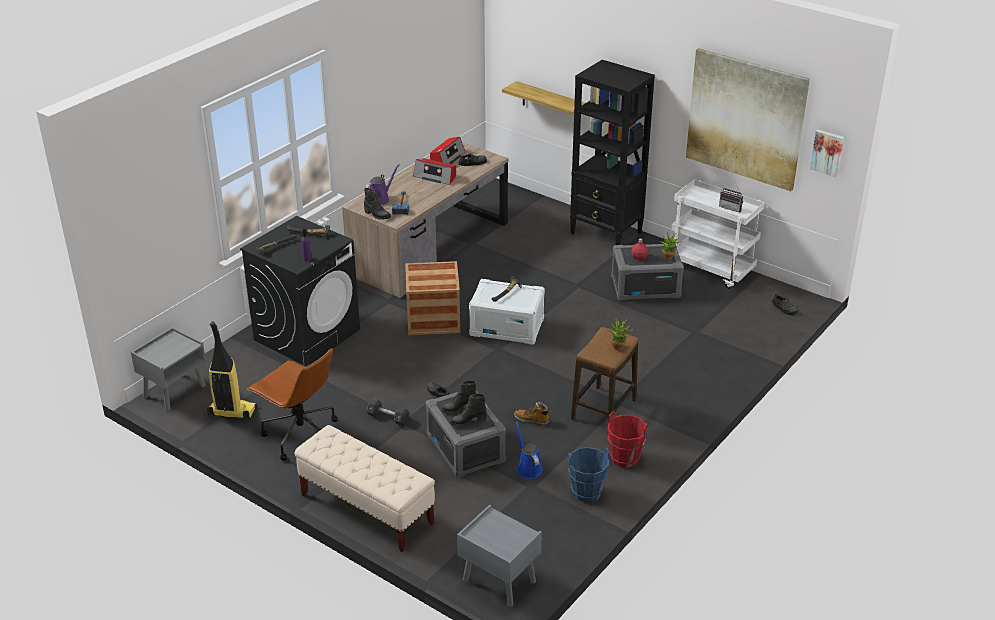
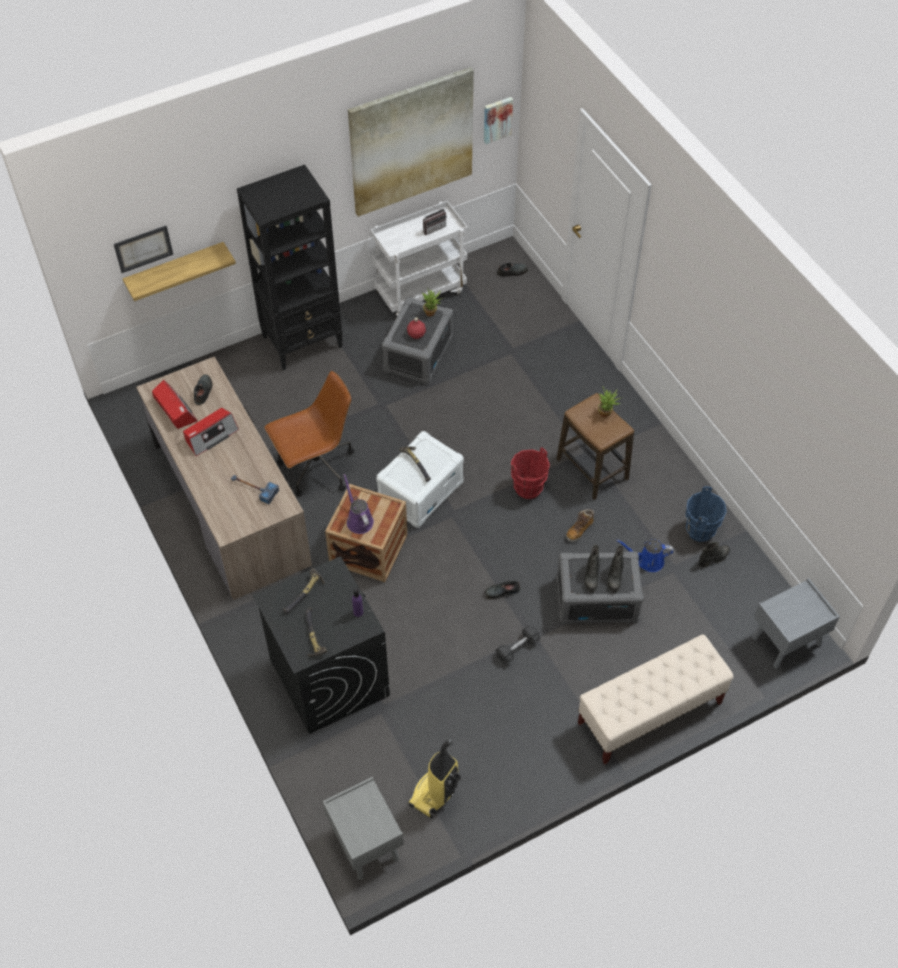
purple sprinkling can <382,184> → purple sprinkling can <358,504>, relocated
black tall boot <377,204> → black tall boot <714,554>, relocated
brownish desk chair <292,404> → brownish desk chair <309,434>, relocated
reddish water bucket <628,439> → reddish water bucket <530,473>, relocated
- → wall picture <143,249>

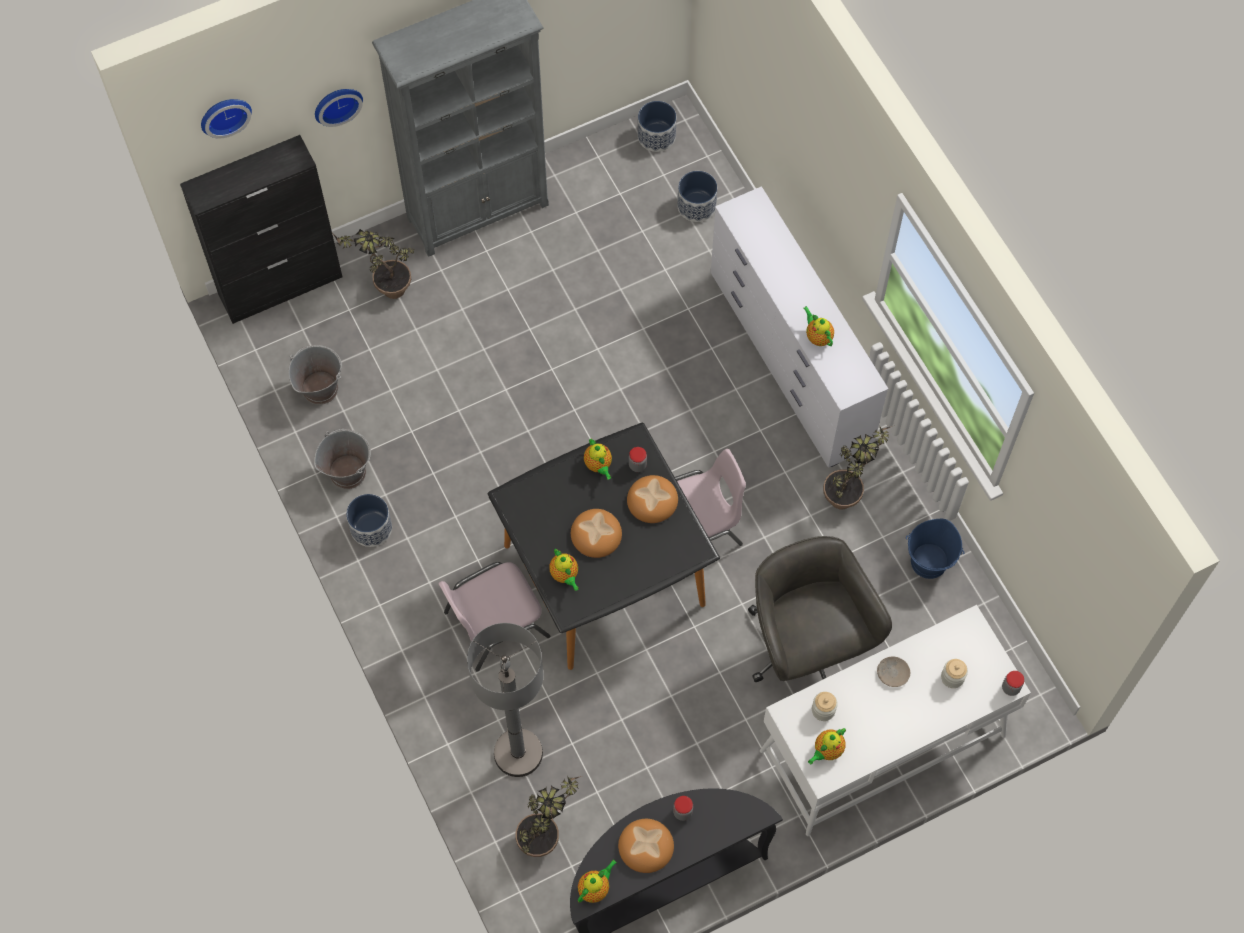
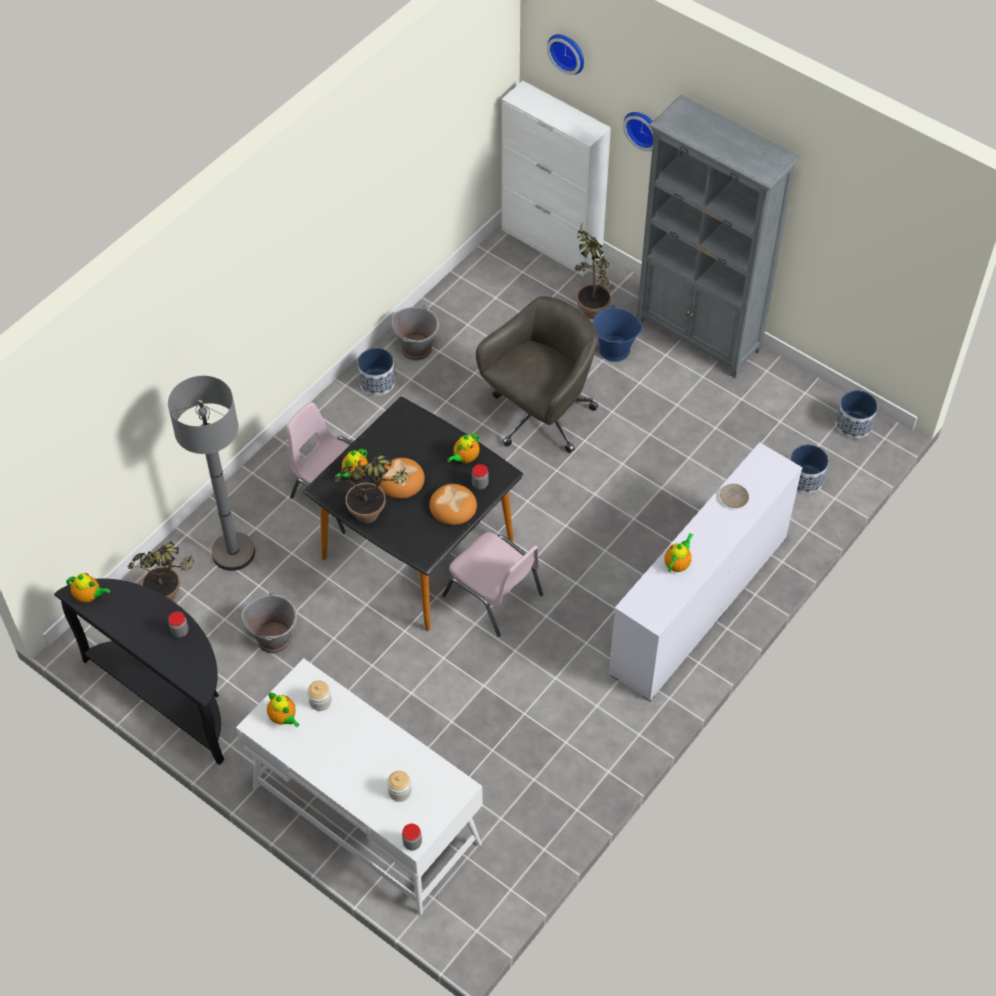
black storage cabinet <261,229> → whitish storage cabinet <556,178>
greyish water bucket <315,375> → greyish water bucket <269,623>, relocated
houseplant <857,467> → houseplant <372,488>, relocated
bluish water bucket <935,549> → bluish water bucket <618,333>, relocated
greyish desk chair <820,609> → greyish desk chair <537,374>, relocated
sand-coloured plate <893,671> → sand-coloured plate <734,496>, relocated
teapot <827,746> → teapot <283,709>, 150 degrees counterclockwise
bread <646,846> → -

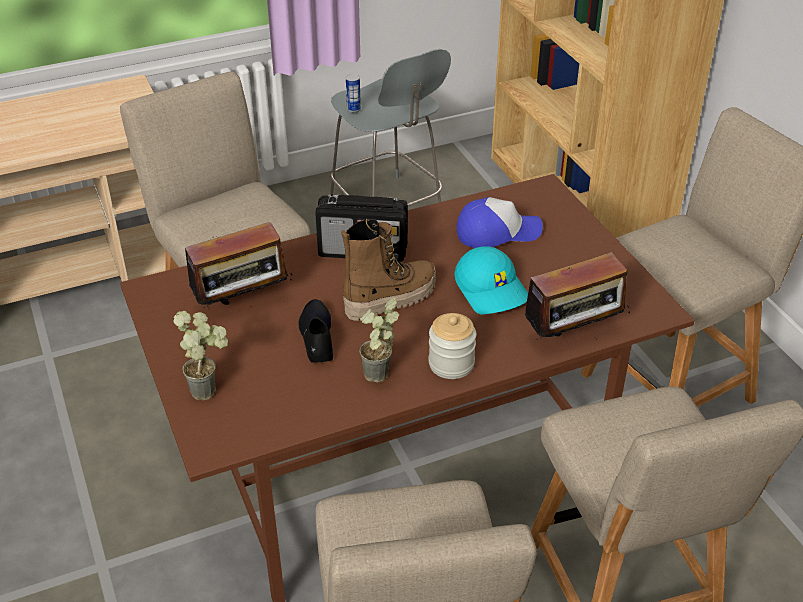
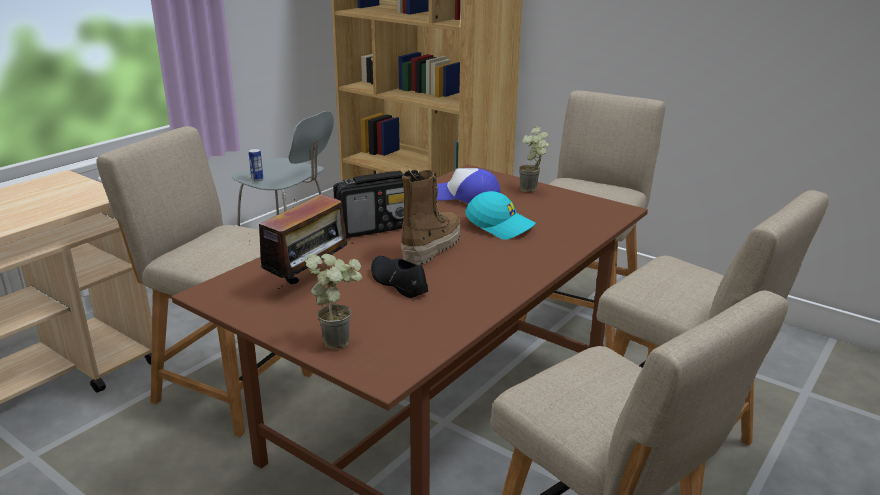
cap <500,222> → cap <469,186>, 120 degrees counterclockwise
radio set <577,296> → -
houseplant <379,340> → houseplant <533,159>, relocated
jar <452,346> → -

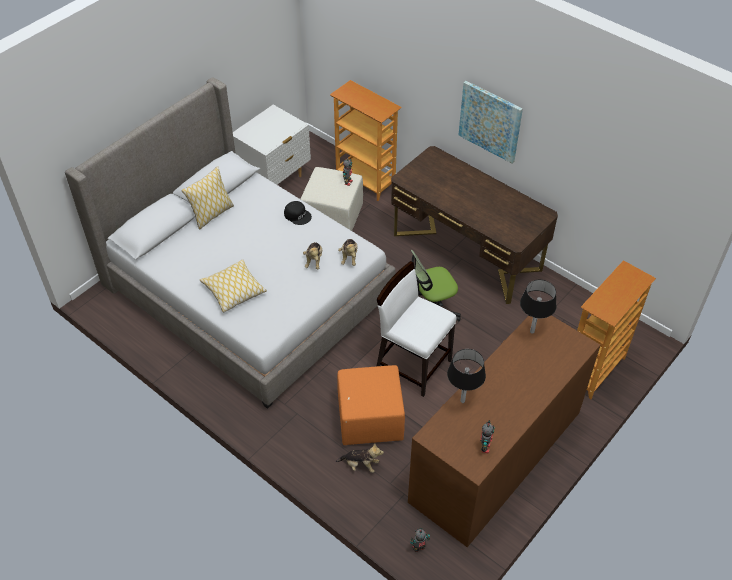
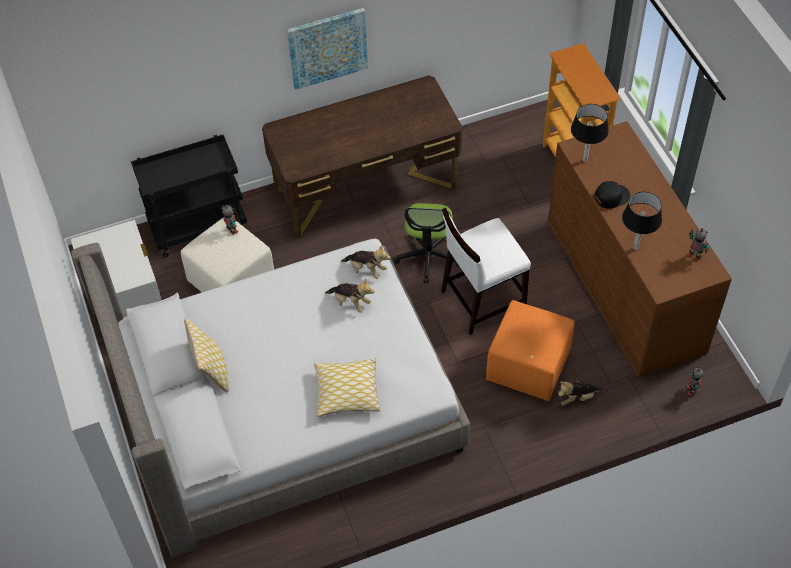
shelving unit <366,140> → black cart <189,196>
black cap <298,213> → black cap <612,195>, relocated
soft toy <360,458> → soft toy <580,393>, 150 degrees counterclockwise

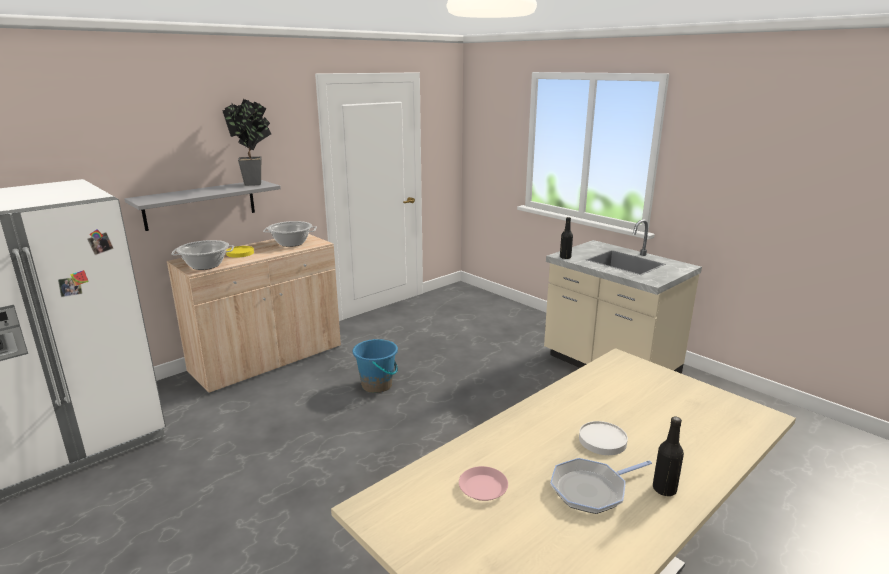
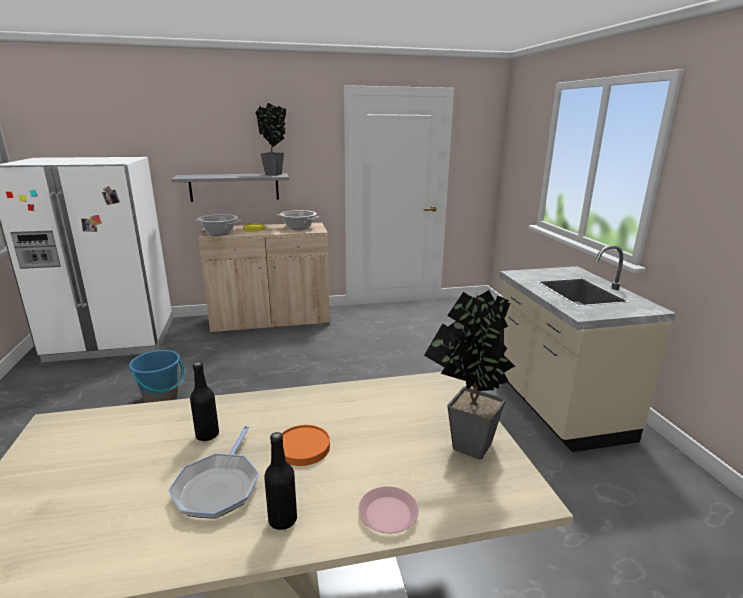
black beverage bottle <566,238> → black beverage bottle <204,401>, relocated
bluish water bucket <375,366> → bluish water bucket <156,376>, relocated
whitish plate <603,438> → orangey plate <306,445>
pan <601,486> → pan <213,472>, 90 degrees counterclockwise
pink plate <483,483> → pink plate <388,509>, relocated
- → houseplant <469,375>

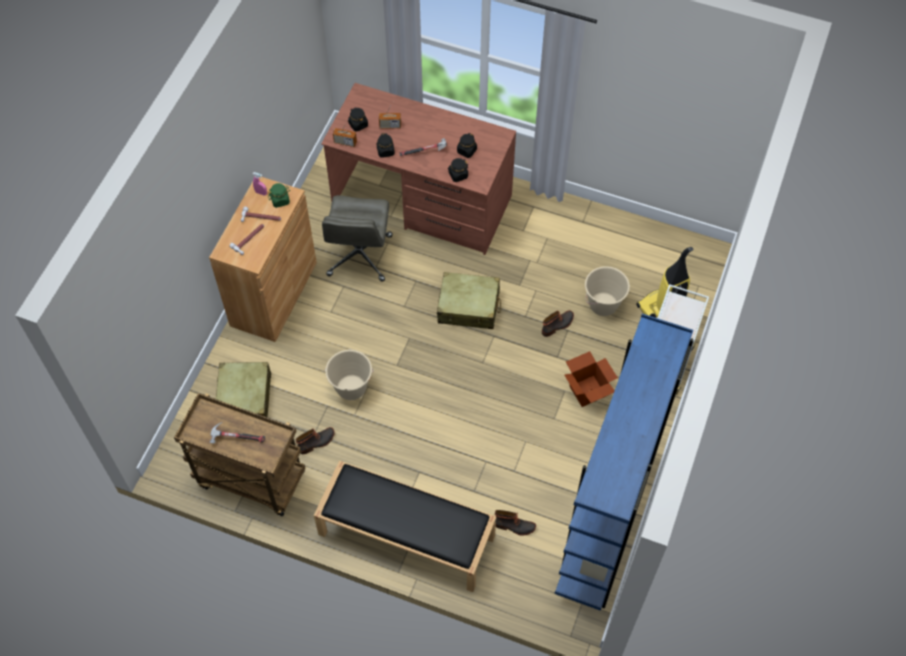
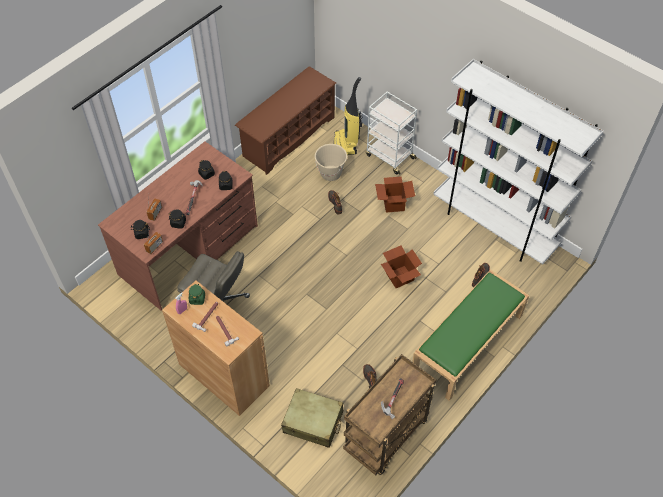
sand-coloured suitcase <469,300> → -
bluish shelving unit <624,462> → whitish shelving unit <518,162>
sand-coloured water bucket <349,375> → -
black long seat <405,526> → greenish long seat <470,335>
- → brownish shoe rack <285,120>
- → packing box <401,267>

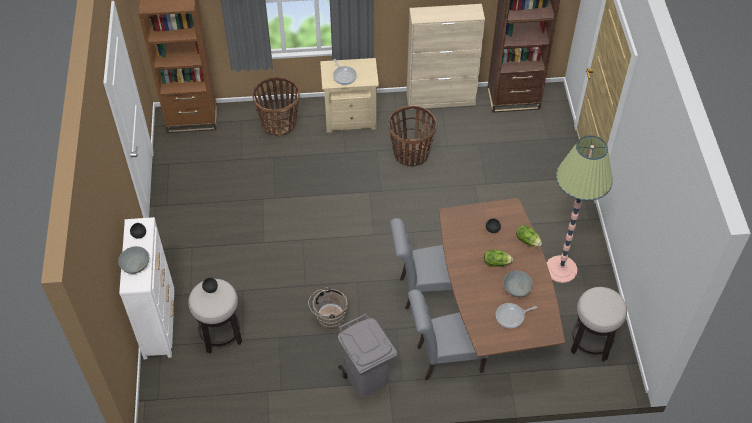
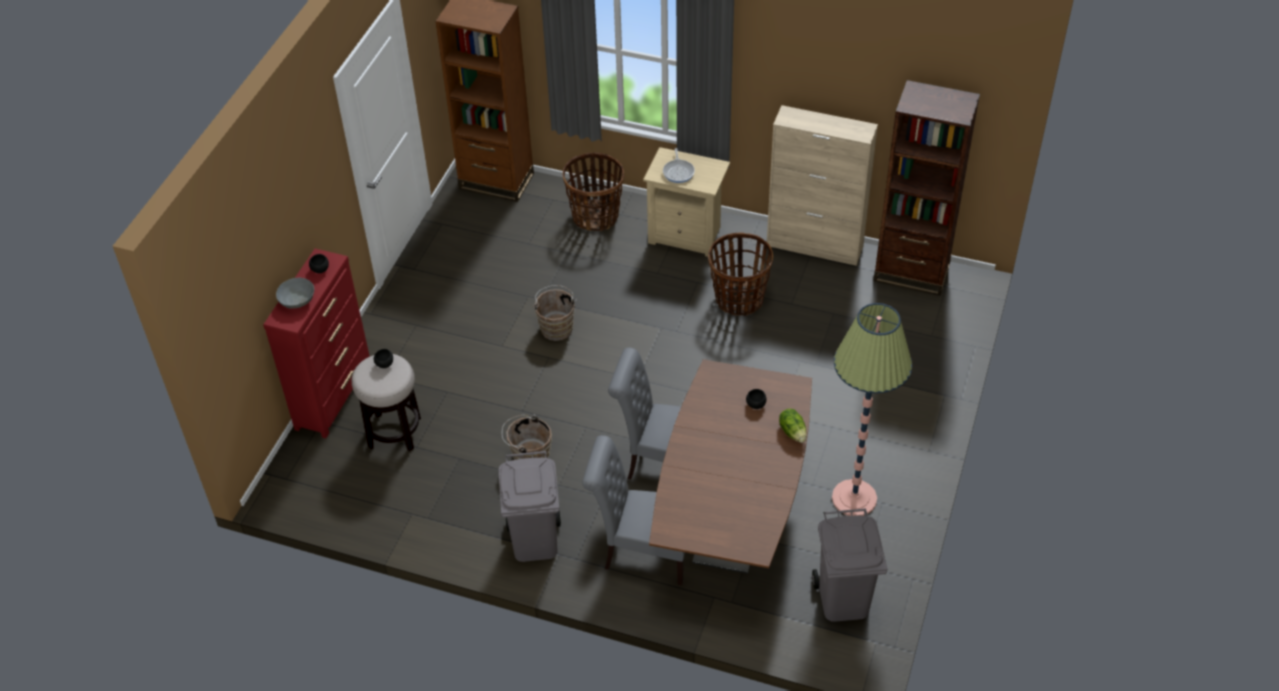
whitish dresser <146,288> → reddish dresser <316,343>
lettuce head <498,258> → -
greyish deep dish <518,284> → -
stool <599,324> → greyish waste bin <849,565>
pan <516,315> → -
- → brownish water bucket <555,313>

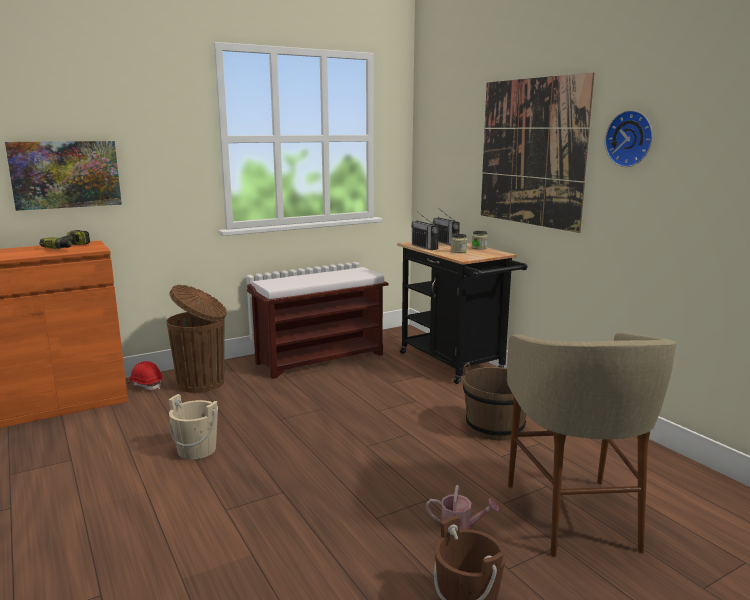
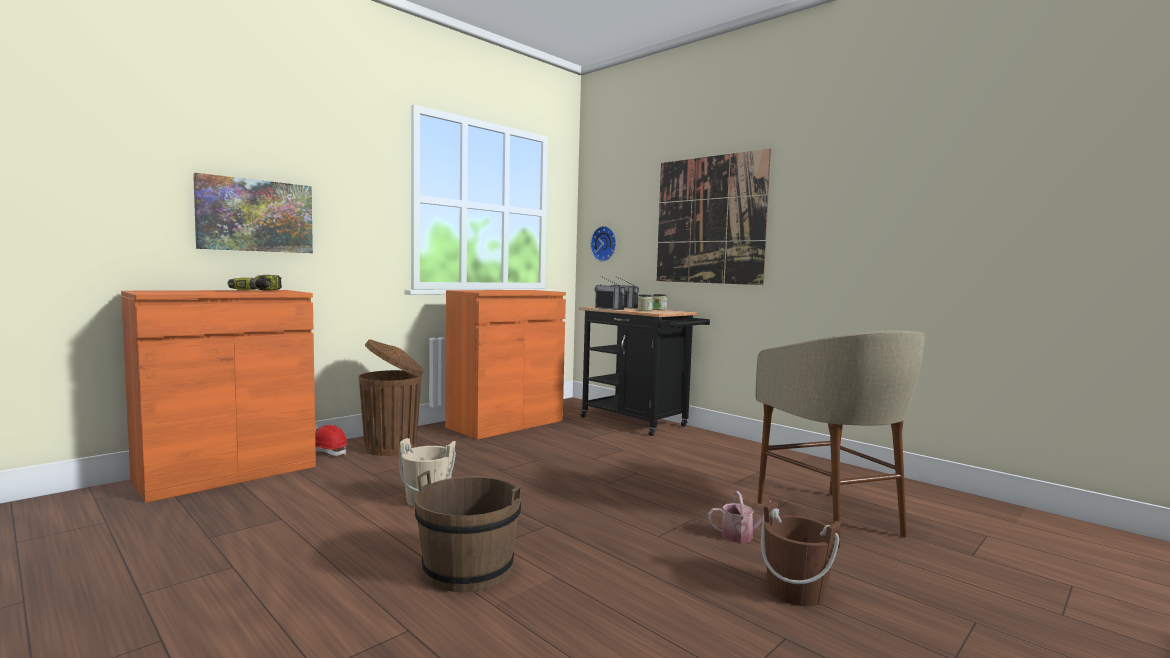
hanging clock <629,138> → hanging clock <603,243>, relocated
brownish long seat <318,323> → orangey storage cabinet <505,365>
brownish water bucket <494,401> → brownish water bucket <468,531>, relocated

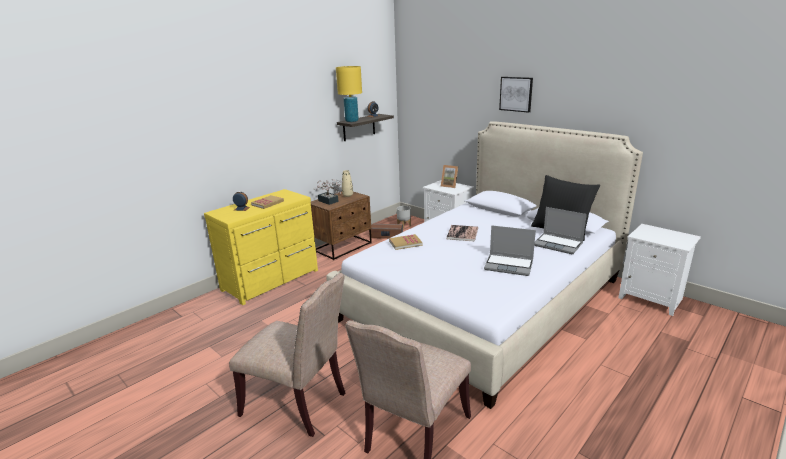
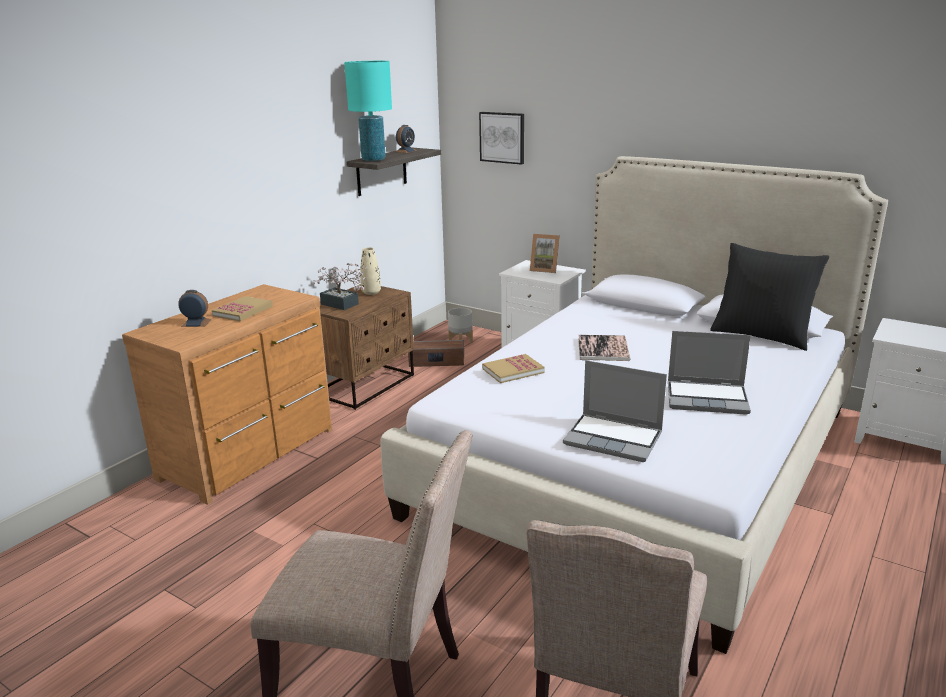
yellow-coloured table lamp <349,94> → blue-green table lamp <368,111>
wall picture <516,95> → wall picture <501,138>, relocated
yellow-coloured dresser <261,247> → brownish dresser <227,394>
laptop <560,230> → laptop <615,411>, relocated

